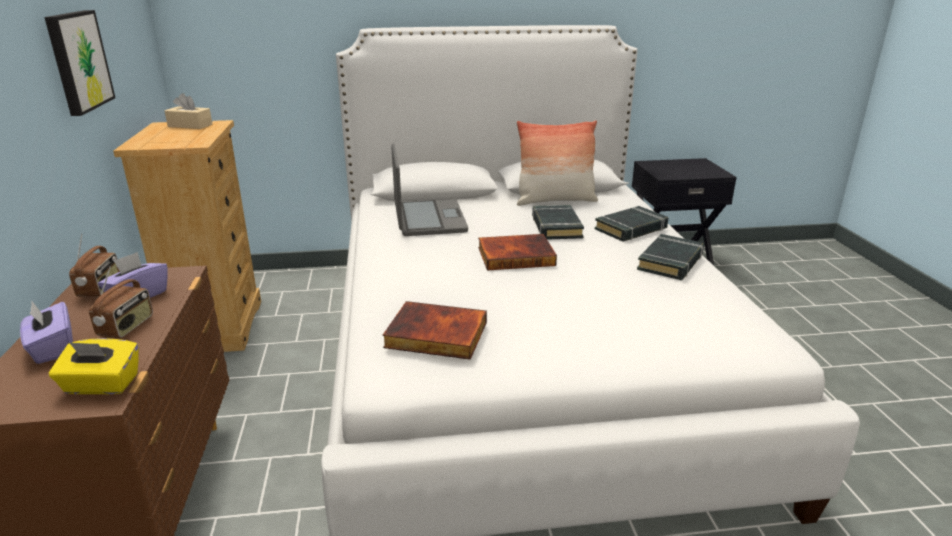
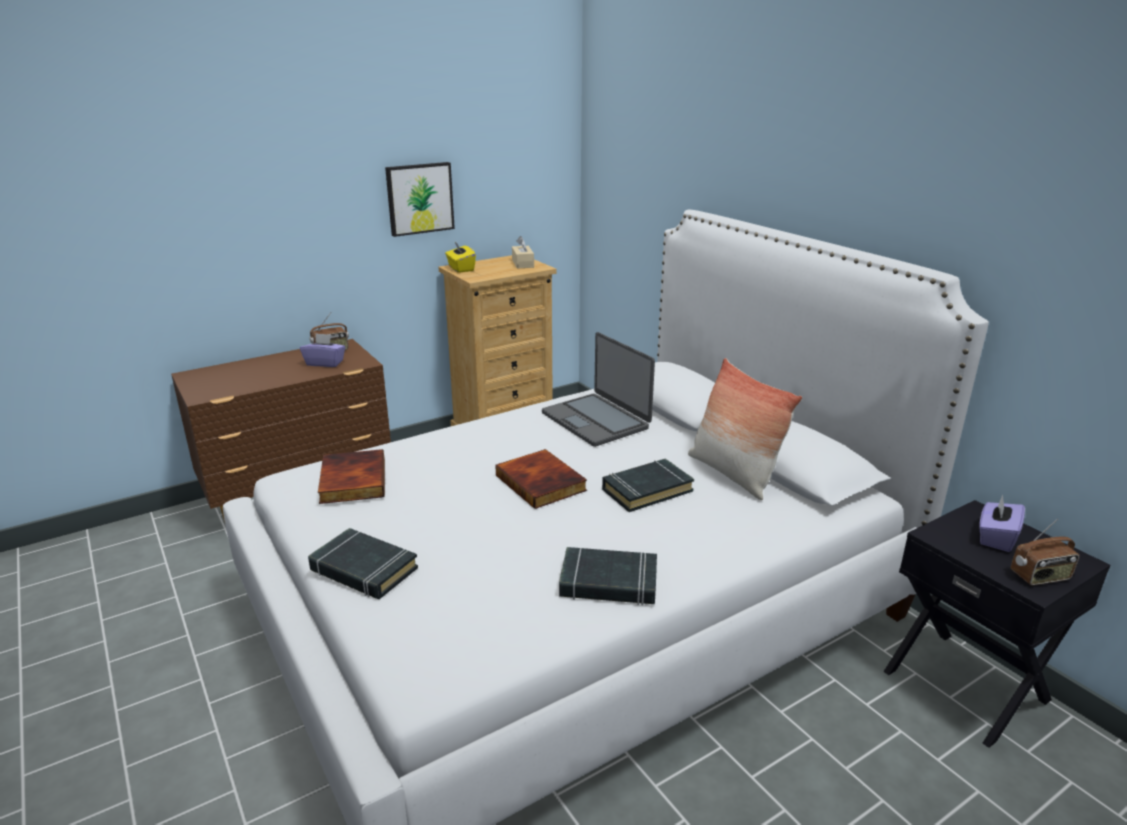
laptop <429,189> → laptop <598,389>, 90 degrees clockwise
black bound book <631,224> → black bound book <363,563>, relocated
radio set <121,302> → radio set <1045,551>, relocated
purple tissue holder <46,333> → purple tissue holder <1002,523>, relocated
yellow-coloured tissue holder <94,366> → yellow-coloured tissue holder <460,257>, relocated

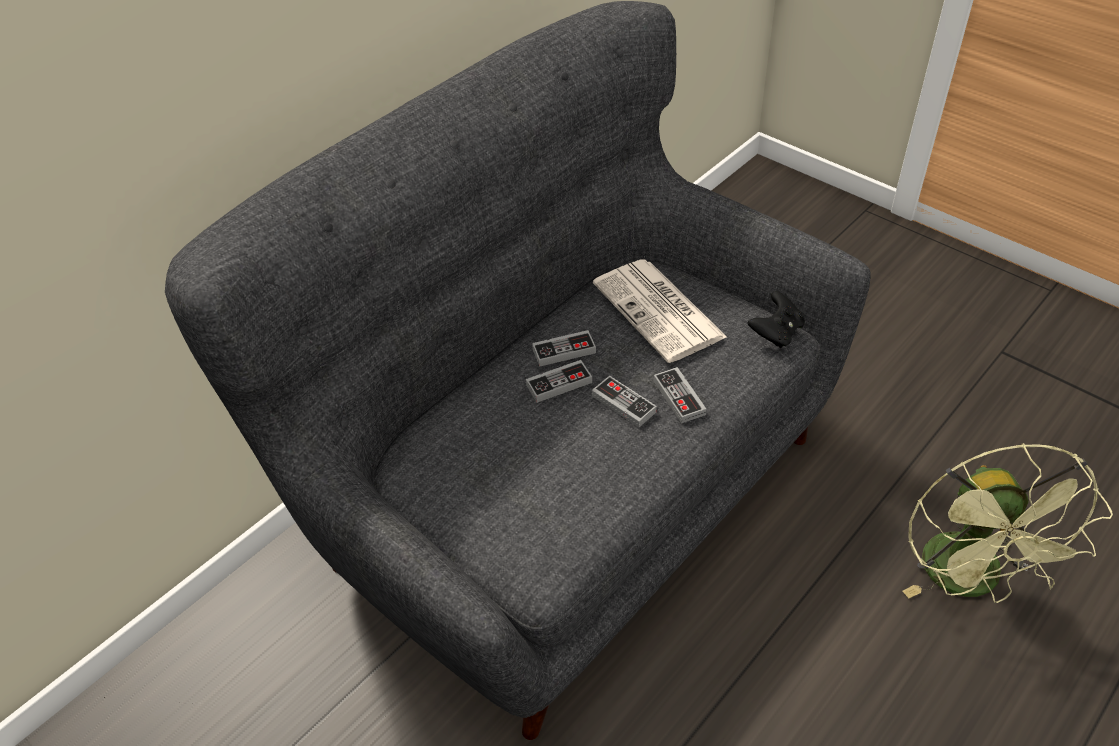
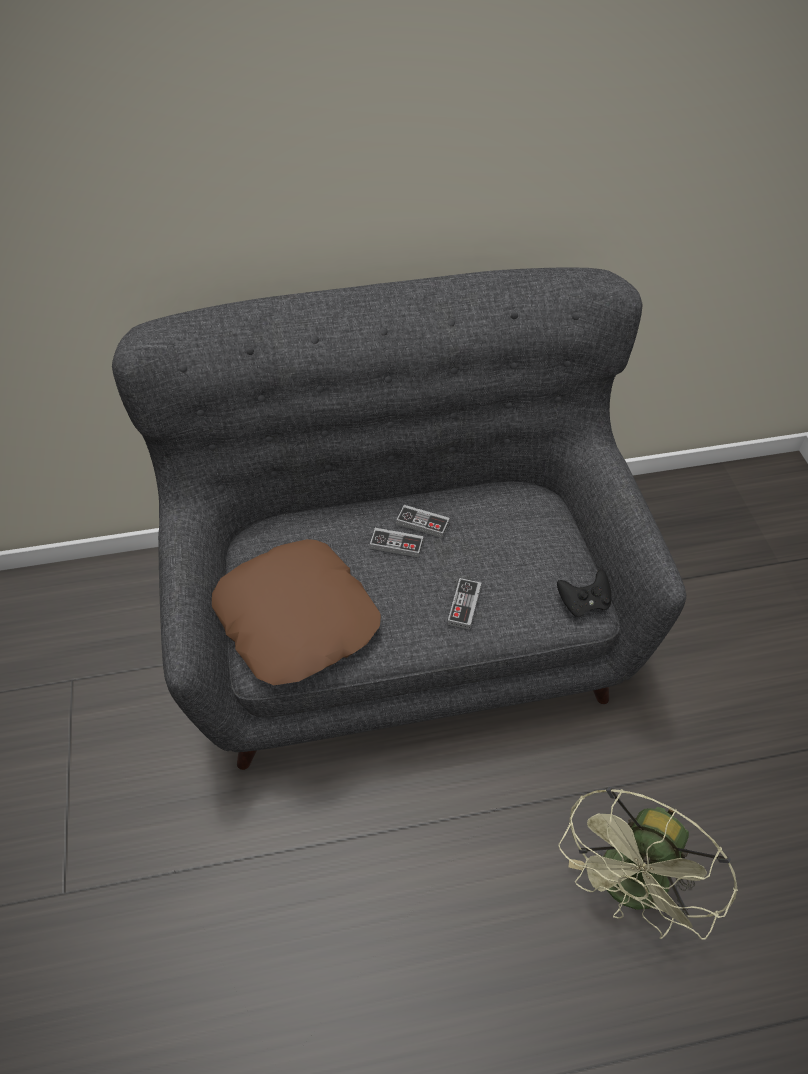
daily paper <660,311> → -
game controller <624,401> → -
- → brownish throw pillow <296,612>

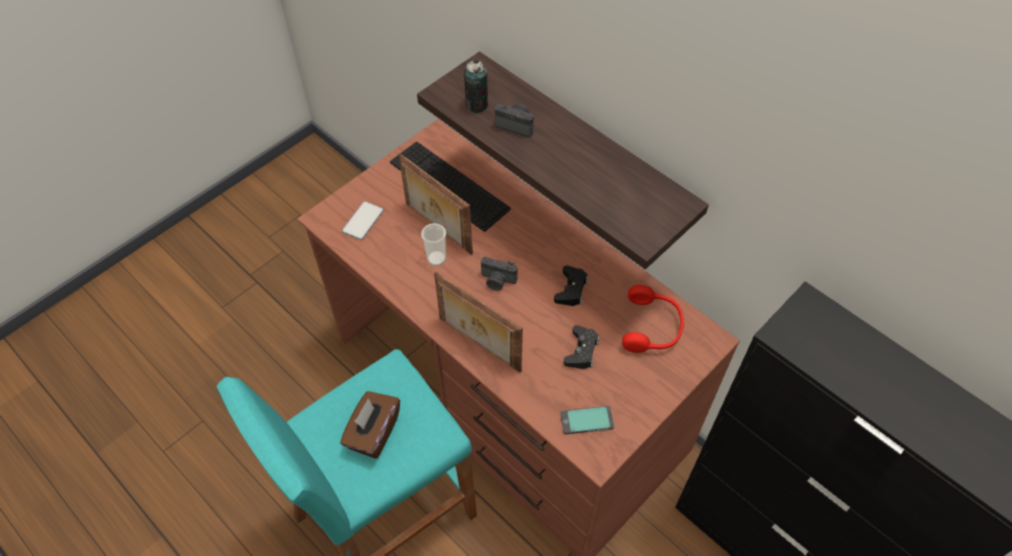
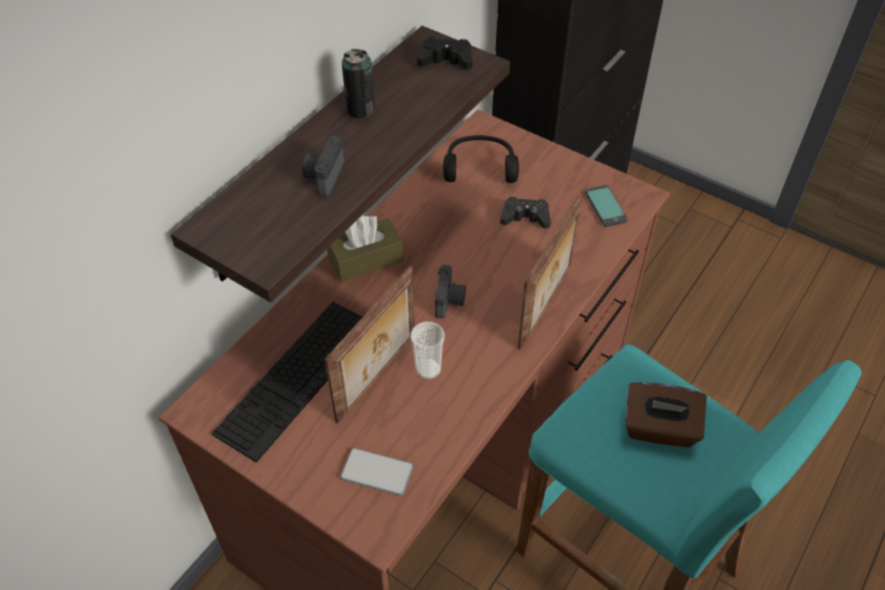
metal can <476,86> → metal can <358,83>, relocated
black game controller <571,285> → black game controller <444,53>, relocated
reddish headset <653,319> → black headset <481,159>
- → brownish tissue holder <365,249>

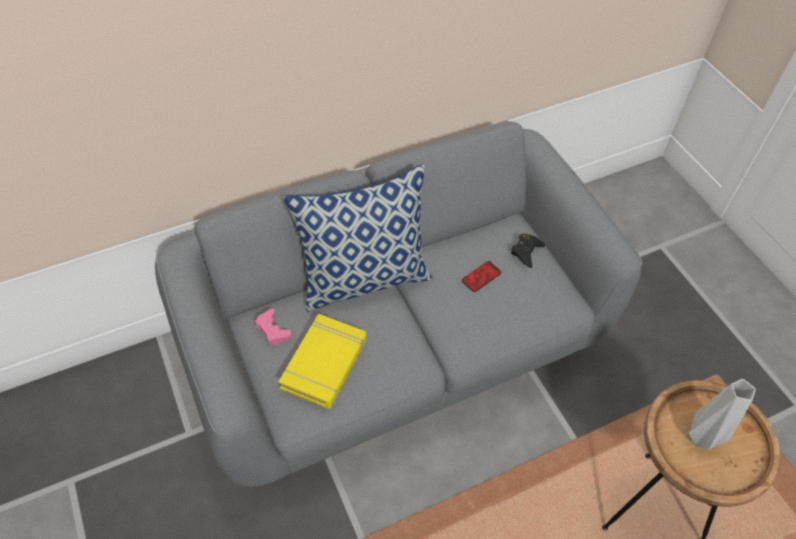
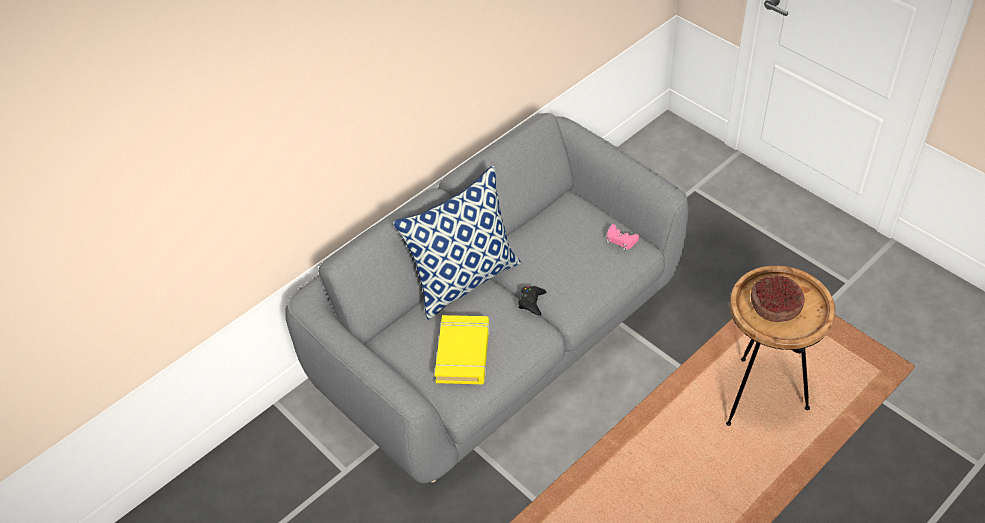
black game controller <528,251> → black game controller <532,300>, relocated
handset <481,276> → -
pink game controller <273,327> → pink game controller <623,237>, relocated
greyish vase <722,414> → deep dish <778,299>

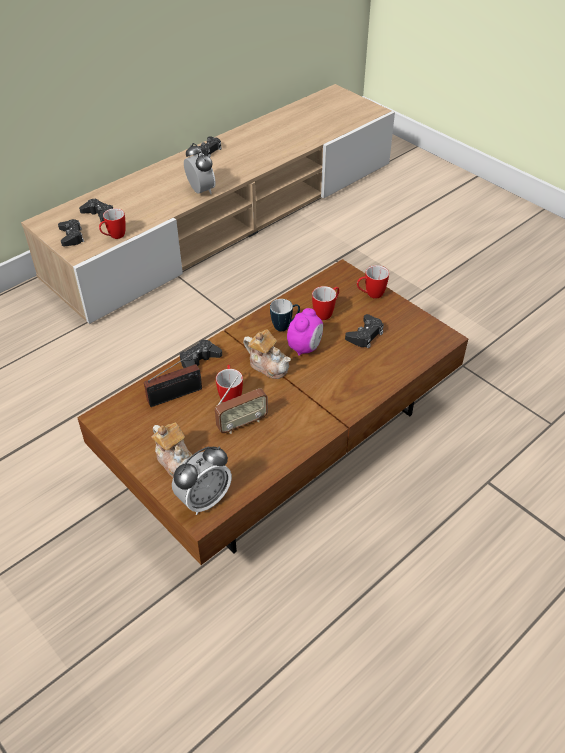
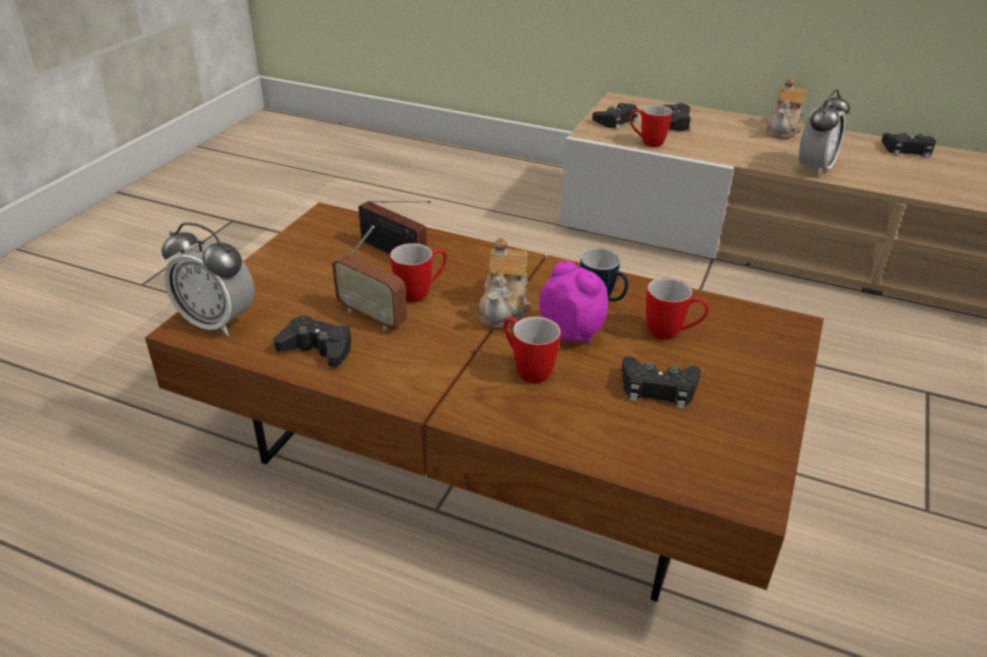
mug <373,282> → mug <532,350>, relocated
bedside clock <305,332> → bedside clock <573,302>, 135 degrees counterclockwise
black game controller <201,353> → black game controller <312,341>, relocated
teapot <172,450> → teapot <786,108>, relocated

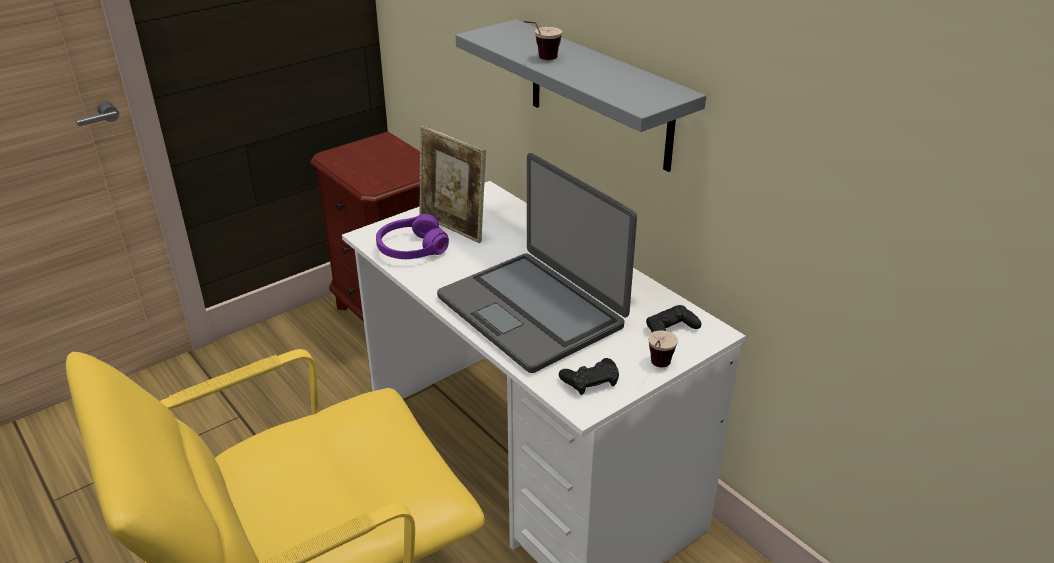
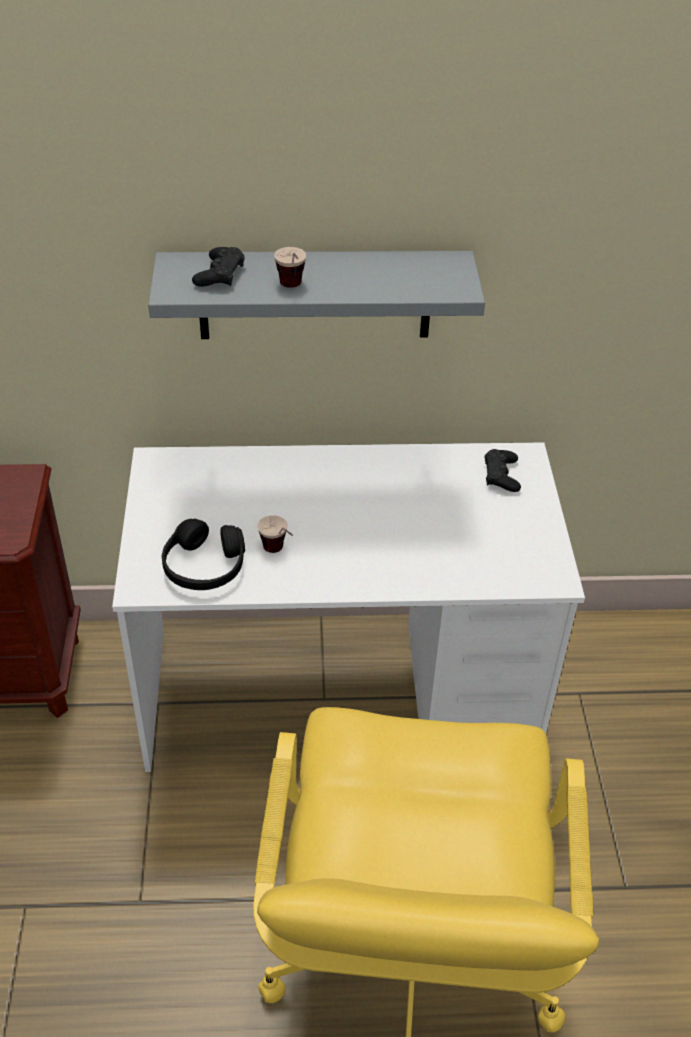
photo frame <452,184> → -
laptop <537,263> → -
purple headset <412,236> → black headset <203,554>
small cup <663,348> → small cup <275,534>, relocated
black game controller <589,376> → black game controller <218,267>, relocated

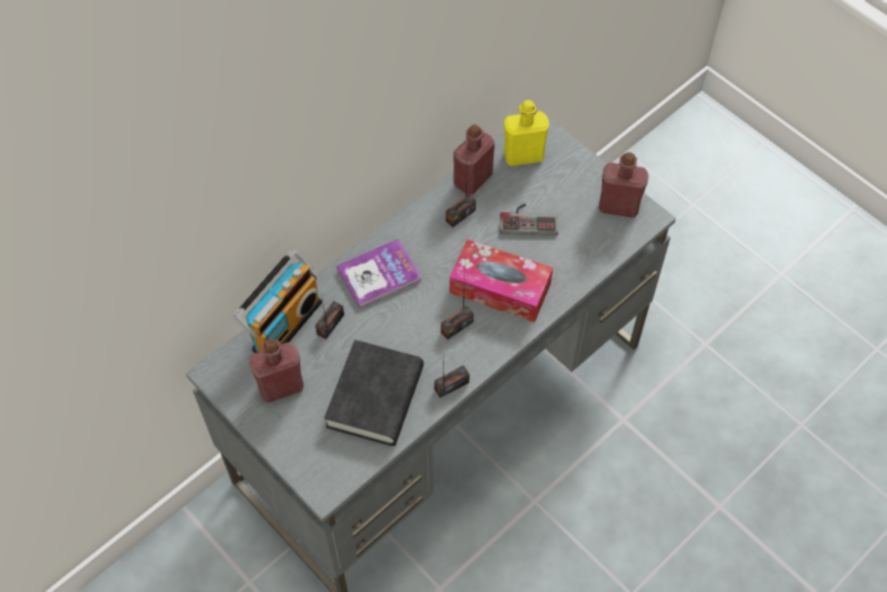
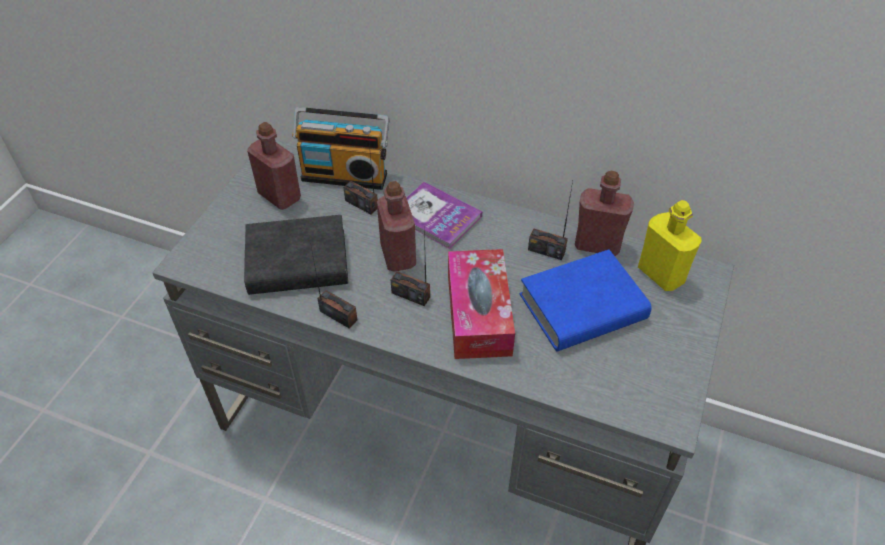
reddish beverage bottle <624,185> → reddish beverage bottle <396,226>, relocated
game controller <529,220> → bluish bound book <586,300>
radio set <329,316> → radio set <360,179>, 150 degrees counterclockwise

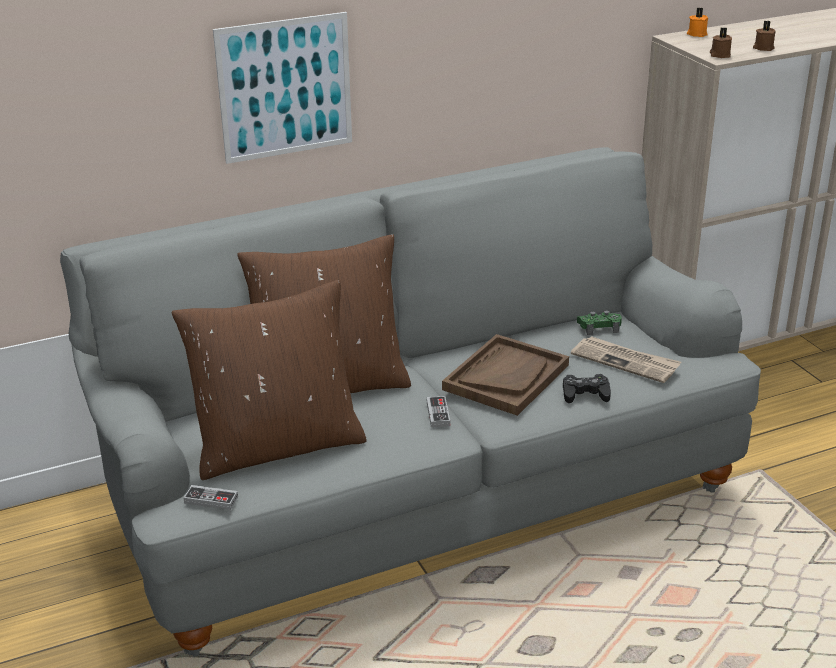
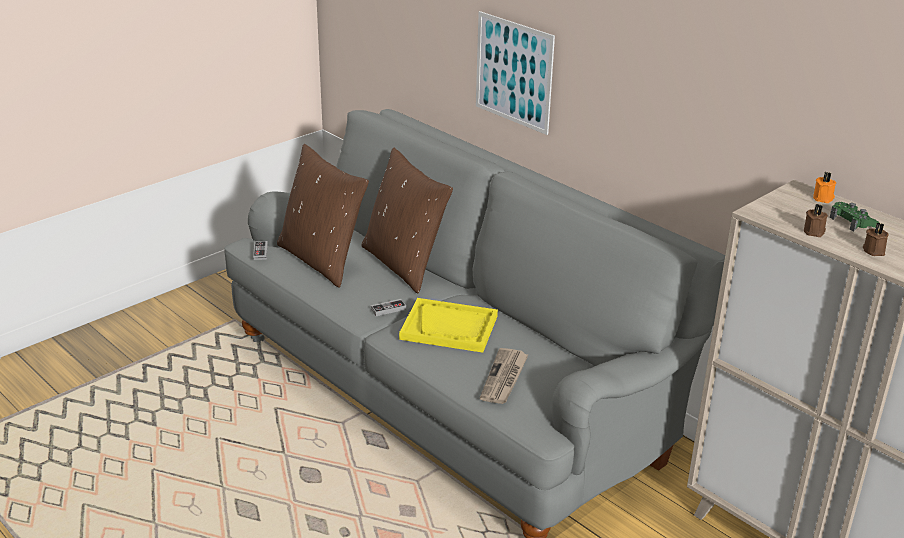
brownish wax light <721,42> → brownish wax light <876,239>, relocated
greenish game controller <599,322> → greenish game controller <854,217>, relocated
brownish carrying tray <505,375> → yellow-coloured carrying tray <448,325>
black game controller <587,388> → -

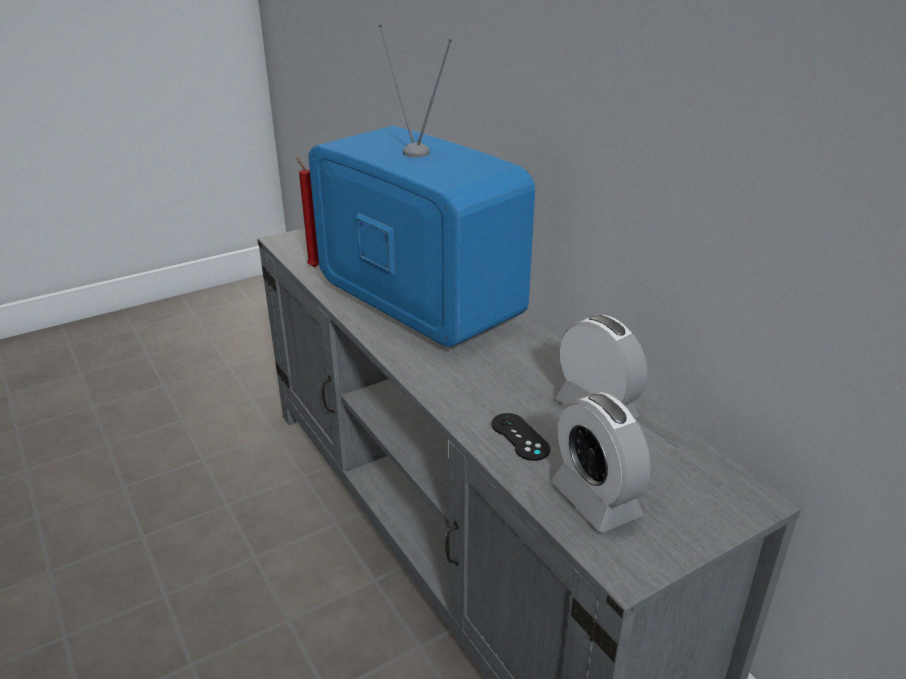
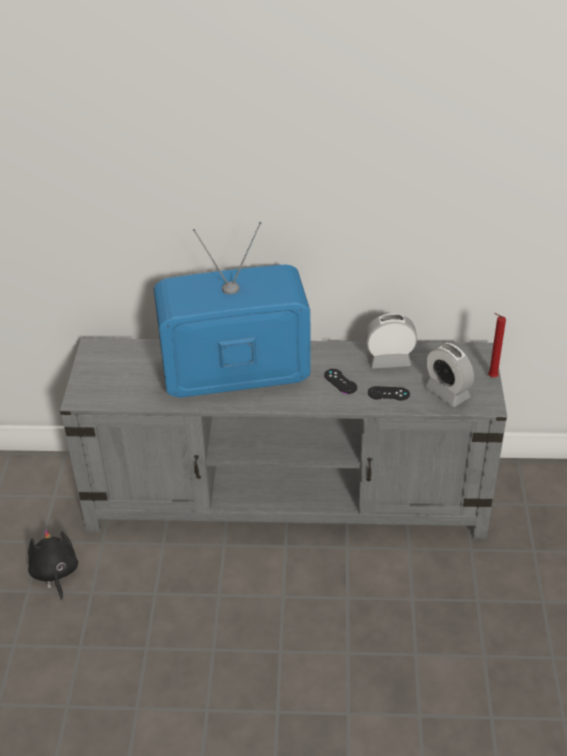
reddish wax light <307,212> → reddish wax light <497,345>, relocated
bedside clock <601,462> → bedside clock <449,375>, 45 degrees clockwise
- → black game controller <340,381>
- → black soft toy <53,564>

